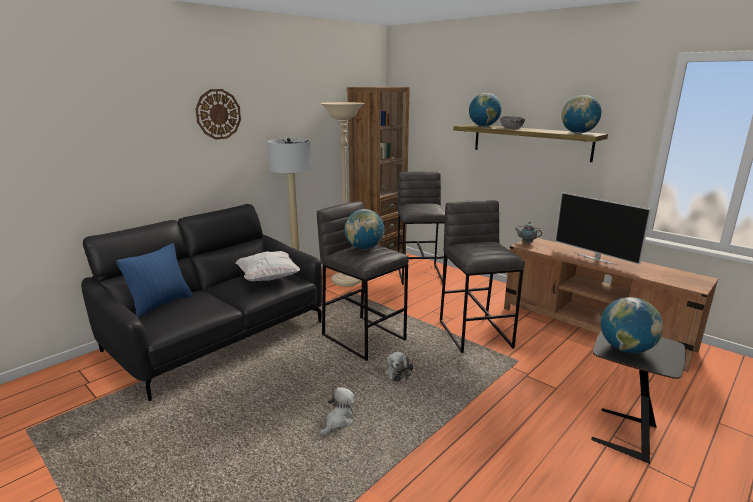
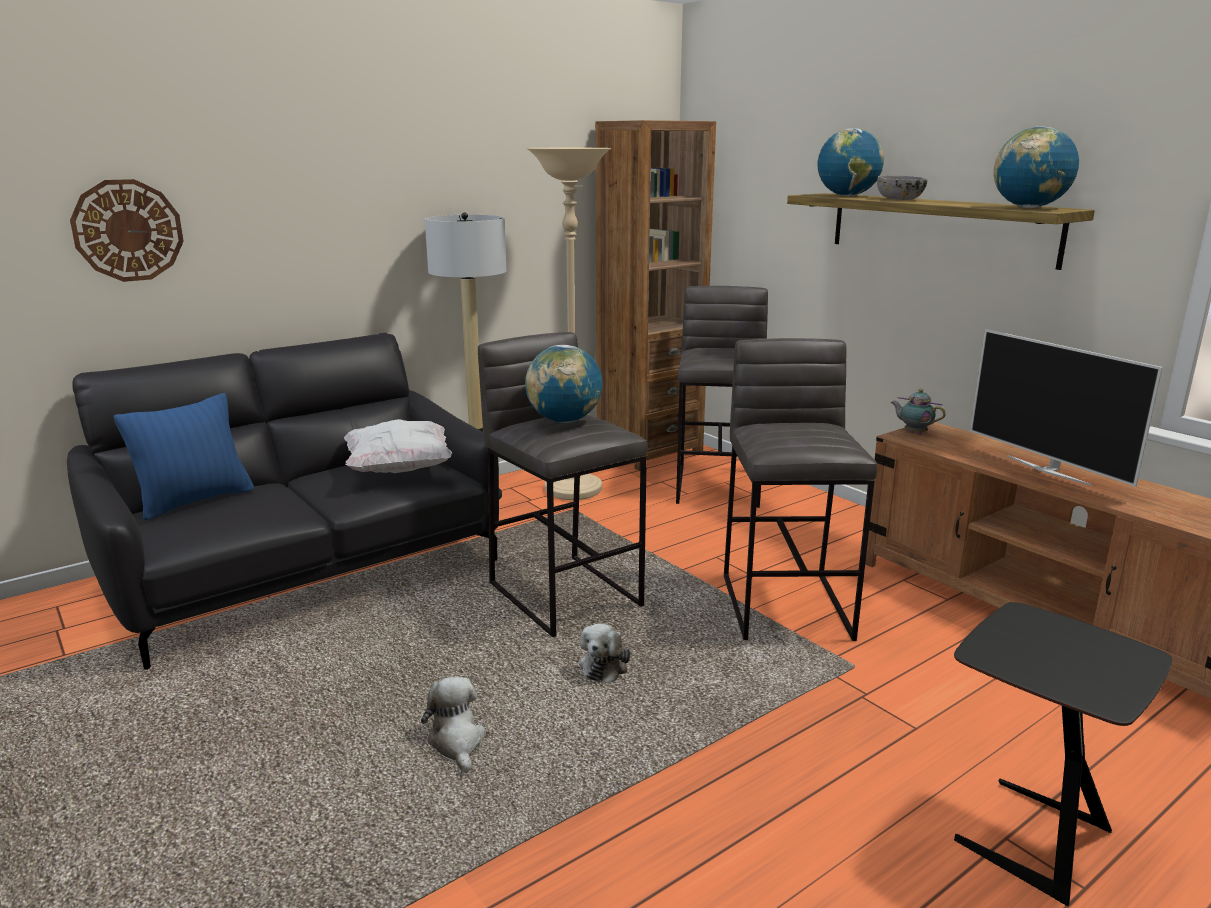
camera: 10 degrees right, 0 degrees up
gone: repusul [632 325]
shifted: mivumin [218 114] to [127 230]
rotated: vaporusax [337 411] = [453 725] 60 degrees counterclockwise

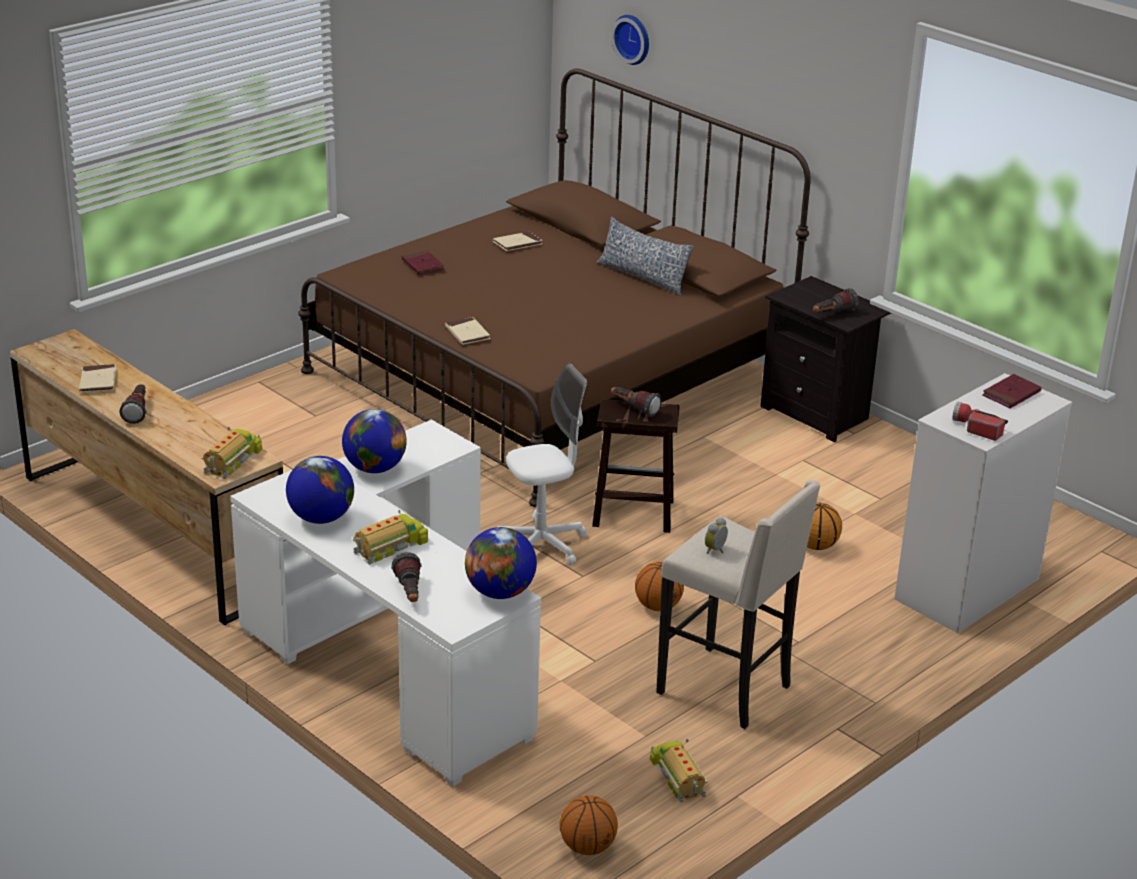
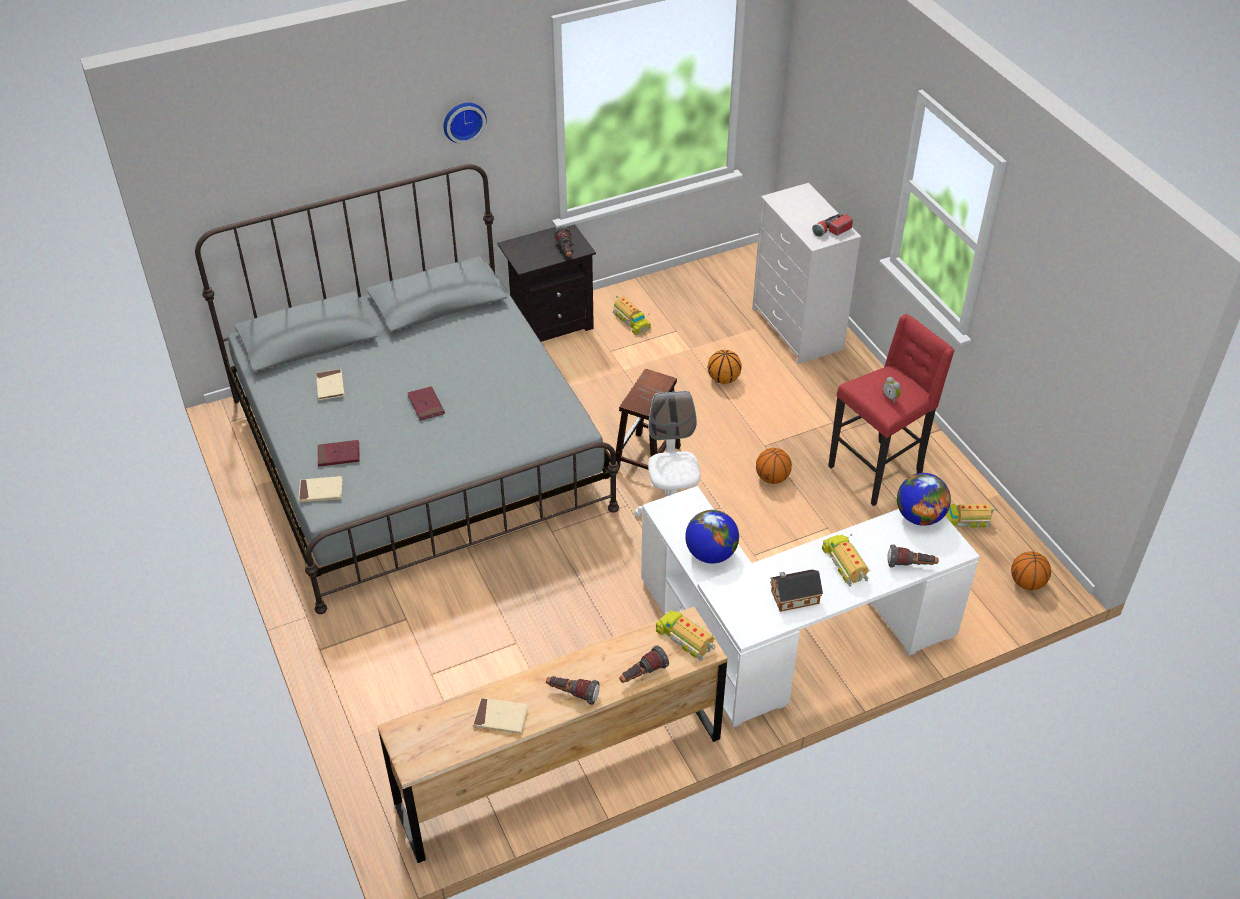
camera: 70 degrees left, 15 degrees up
gone: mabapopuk [645 256]
new: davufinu [632 315]
shifted: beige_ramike [467 331] to [320 489]; red_ramike [1012 391] to [426 403]; mivumin [630 40] to [465 123]; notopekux [636 402] to [644 664]
swapped: repusul [320 490] to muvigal [796 590]
repainted: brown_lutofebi [554 288] to grey_lutofebi [407 389]; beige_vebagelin [738 604] to red_vebagelin [891 410]

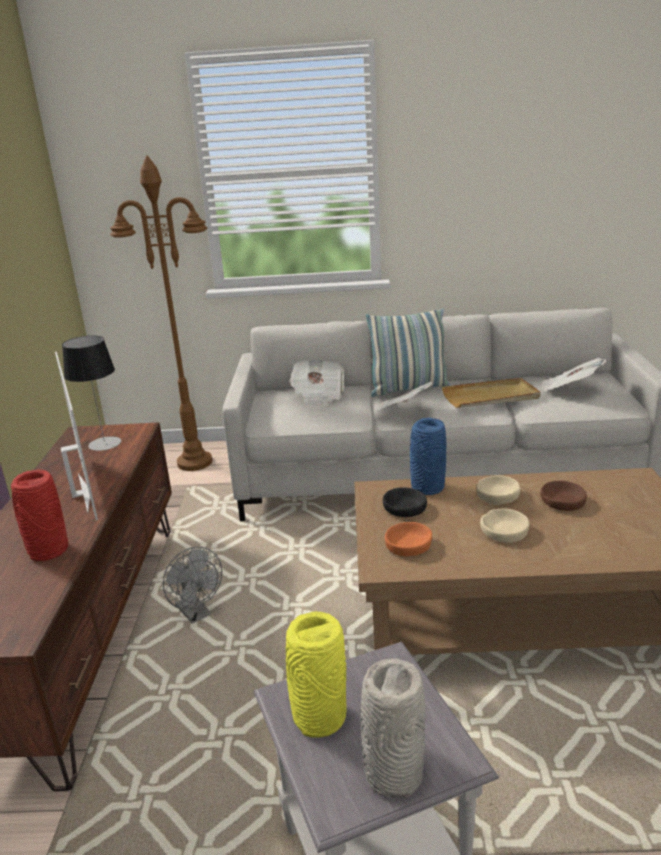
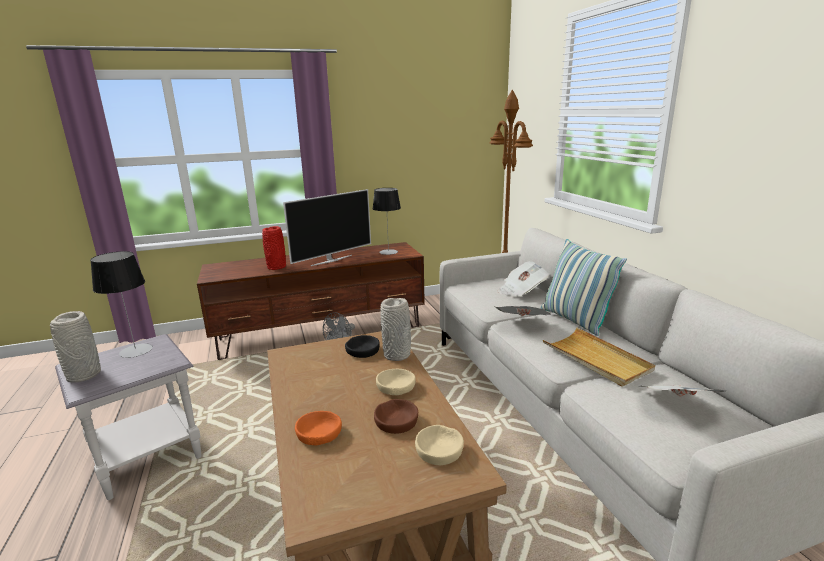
camera: 70 degrees right, 5 degrees down
shifted: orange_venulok [408 539] to [318 428]; beige_venulok [505 526] to [439 445]
swapped: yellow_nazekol [316 674] to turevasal [121 304]
repainted: blue_nazekol [428 456] to grey_nazekol [395 329]

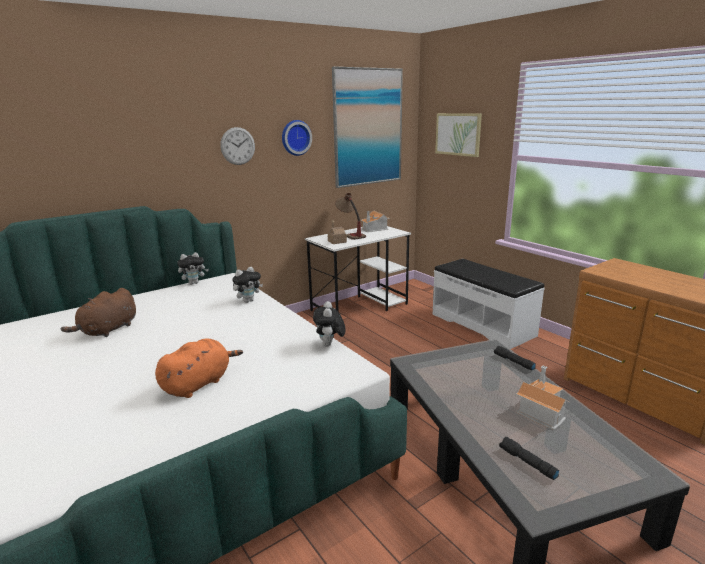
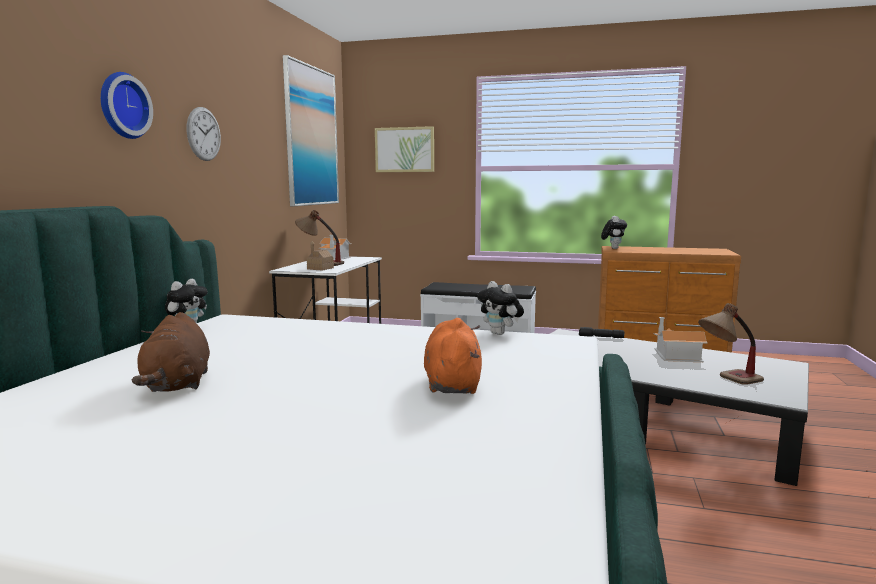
camera: 40 degrees left, 10 degrees down
shifted: mivumin [297 138] to [127 105]; vaporusax [247 285] to [614 232]
swapped: black_notopekux [529 458] to turevasal [731 344]

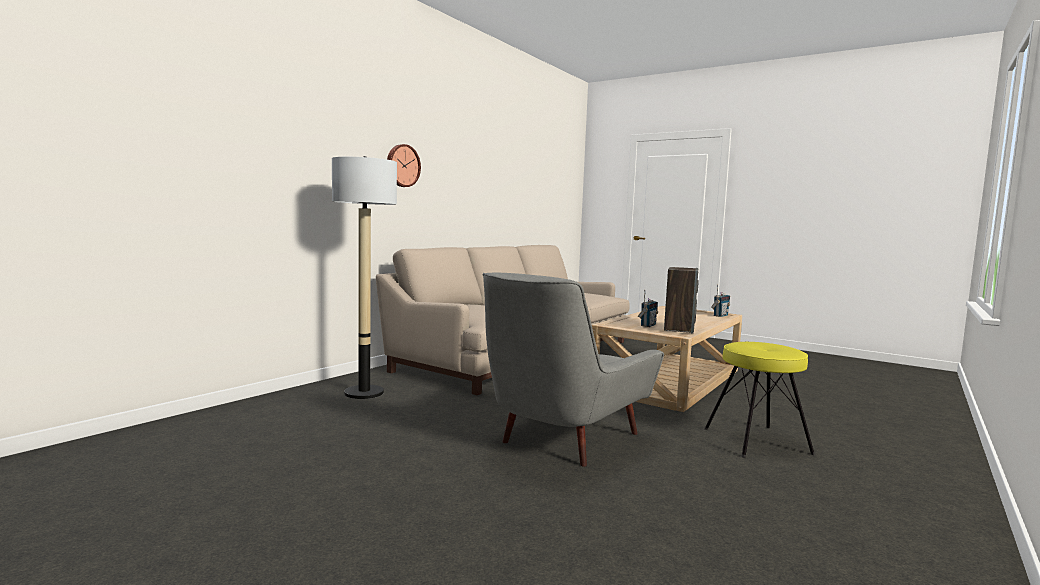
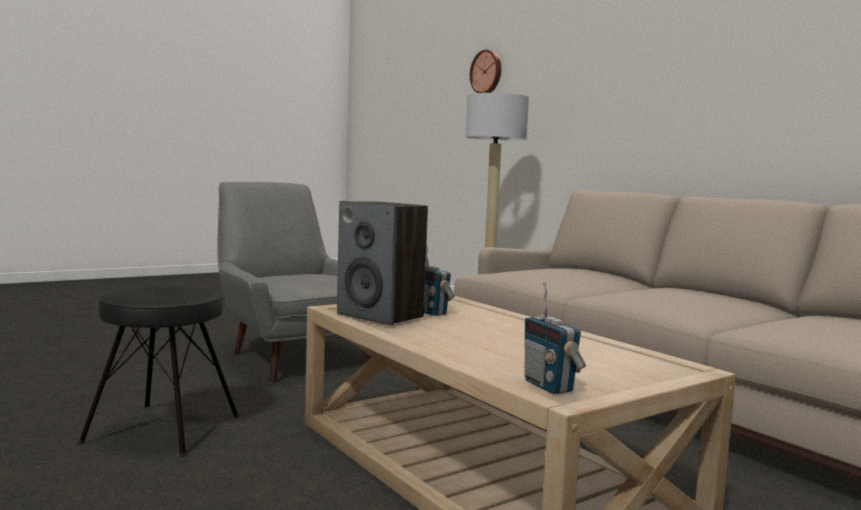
camera: 110 degrees right, 0 degrees up
shifted: mivumin [404 165] to [485 71]
repainted: yellow_vebagelin [759 400] to black_vebagelin [158 371]

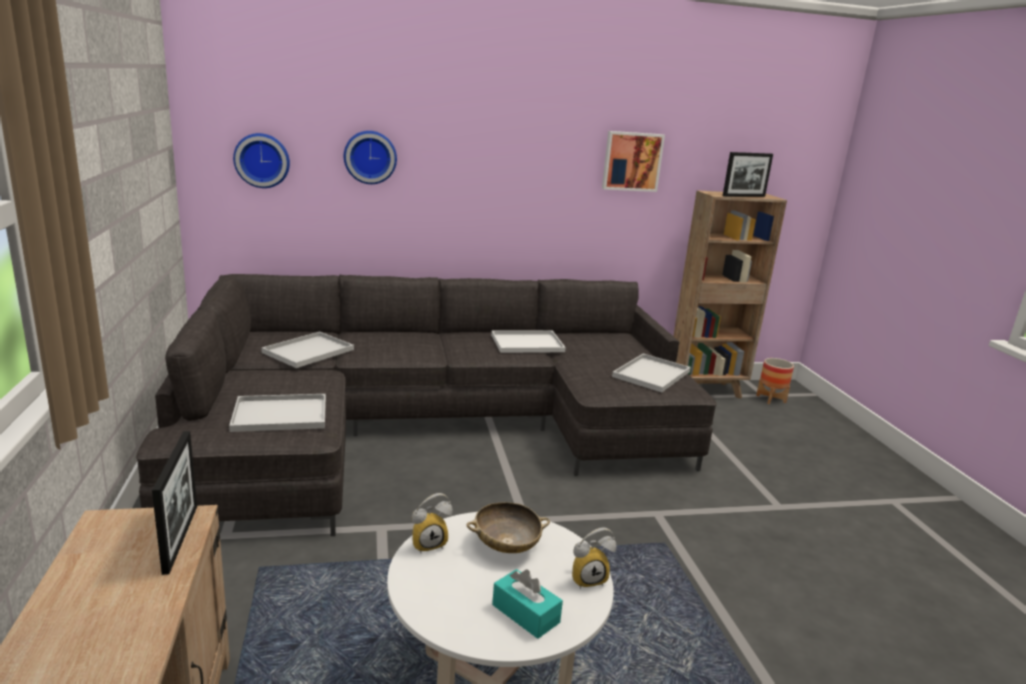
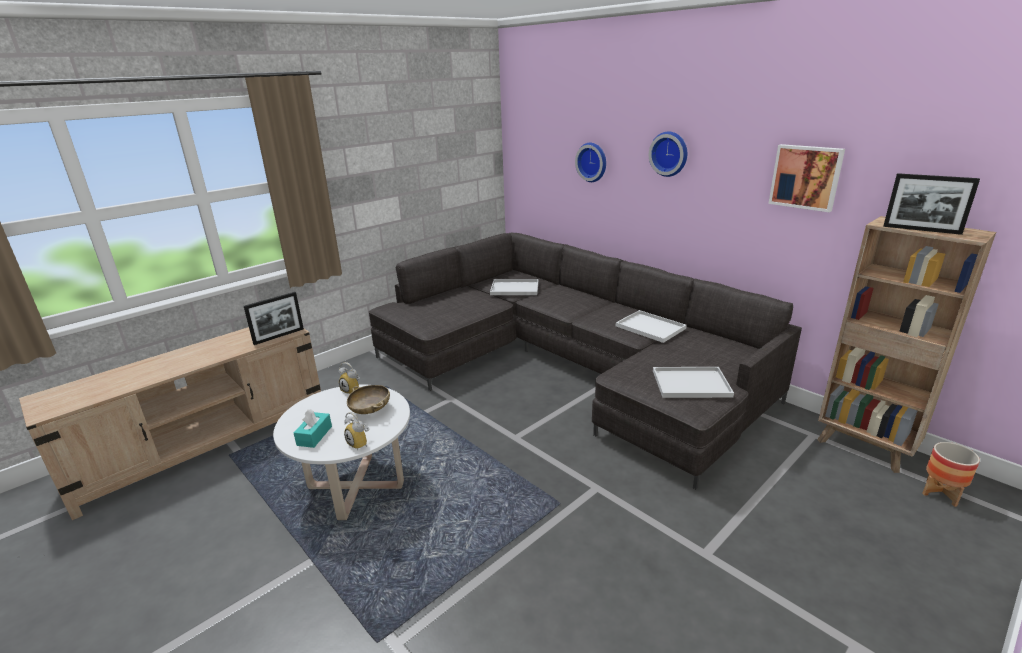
camera: 60 degrees right, 5 degrees up
gone: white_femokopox [277 413]
shifted: mivumin [261 160] to [668 154]

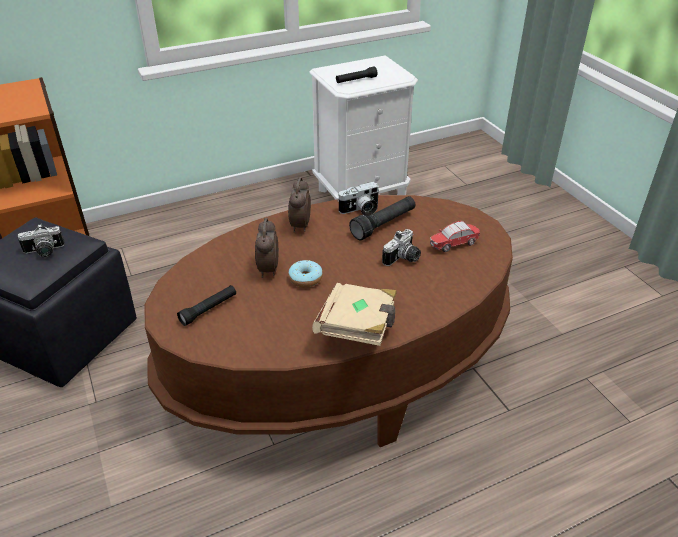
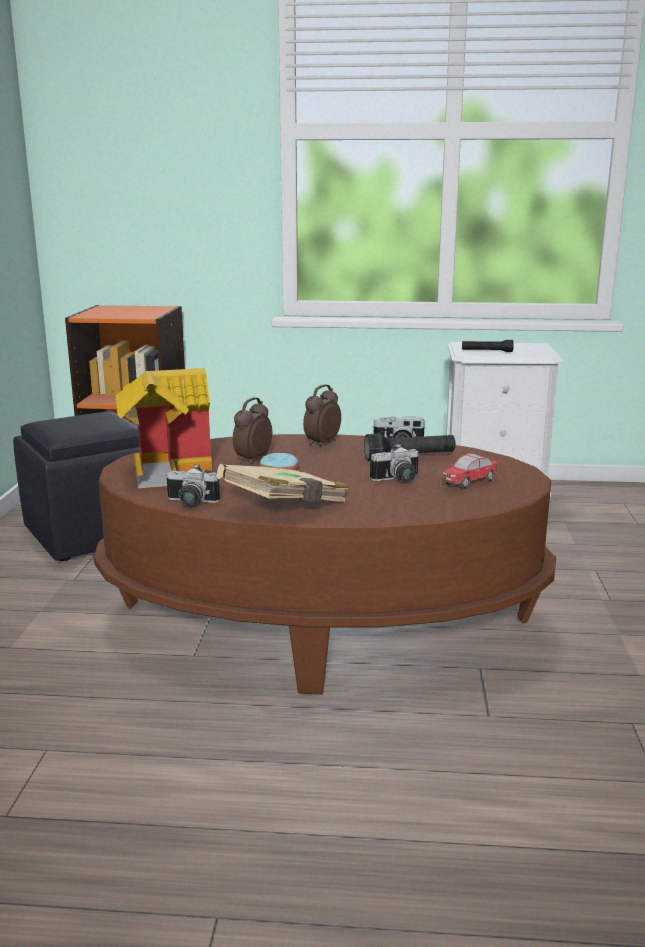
camera: 30 degrees right, 20 degrees down
shifted: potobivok [41 241] to [193 485]
swapped: black_notopekux [206 305] to muvigal [163 428]
rotated: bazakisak [455 236] = [470 470] 45 degrees counterclockwise

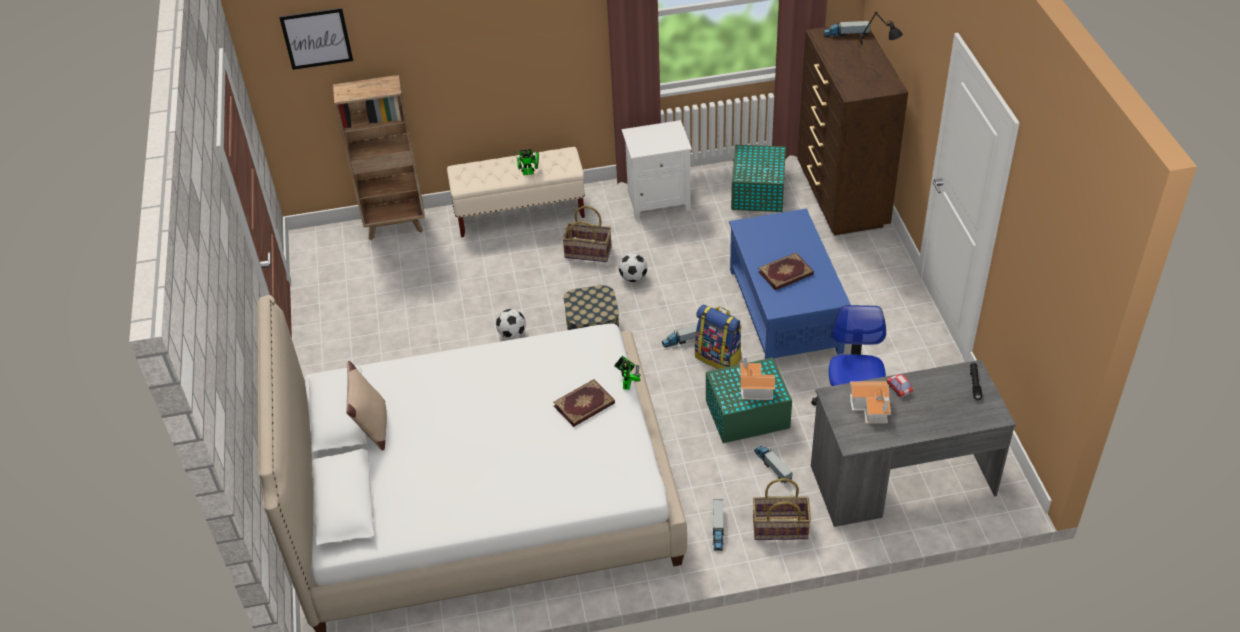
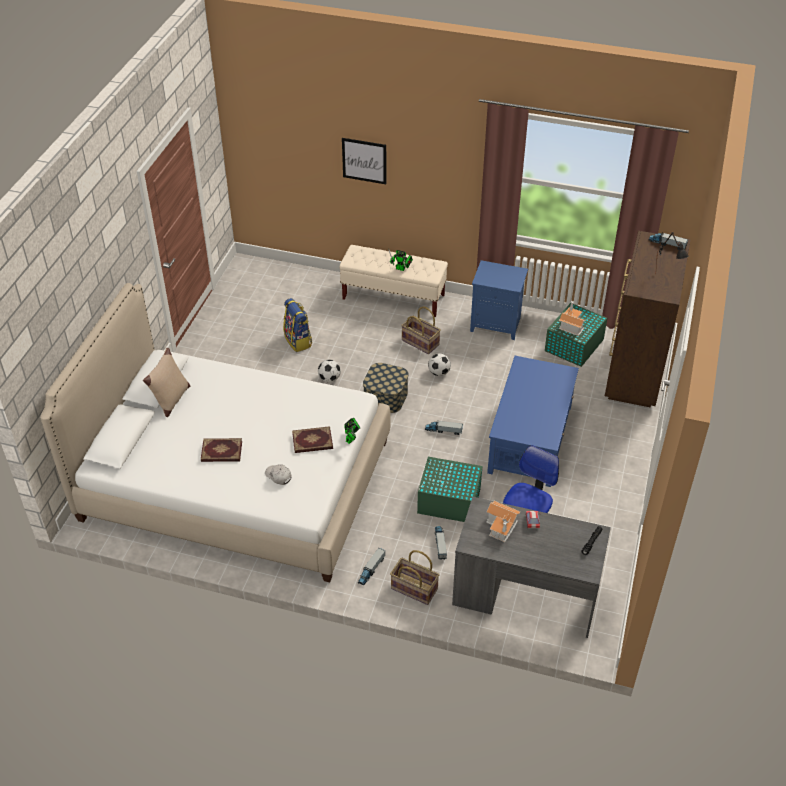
camera: 25 degrees right, 0 degrees up
gone: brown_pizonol [379 157]
new: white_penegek [278 474]
shifted: ramike [786 271] to [221 450]; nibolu [718 336] to [297 325]; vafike [316 39] to [364 161]; muvigal [757 377] to [572 318]
repainted: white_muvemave [657 169] to blue_muvemave [499 300]

